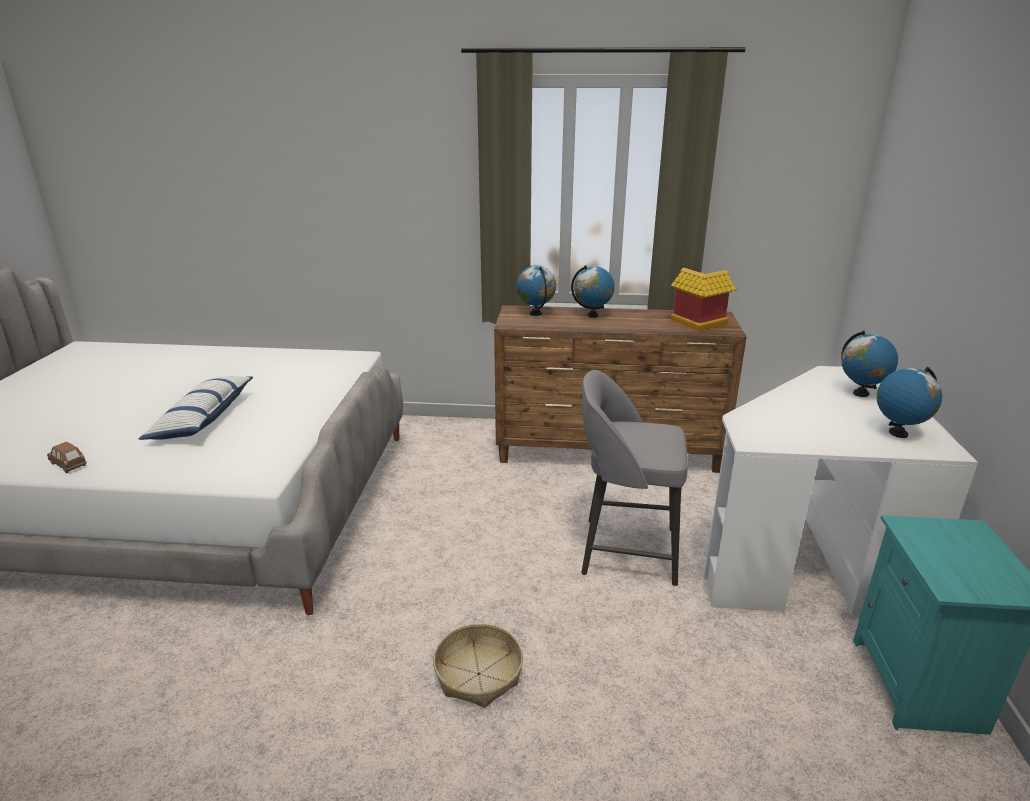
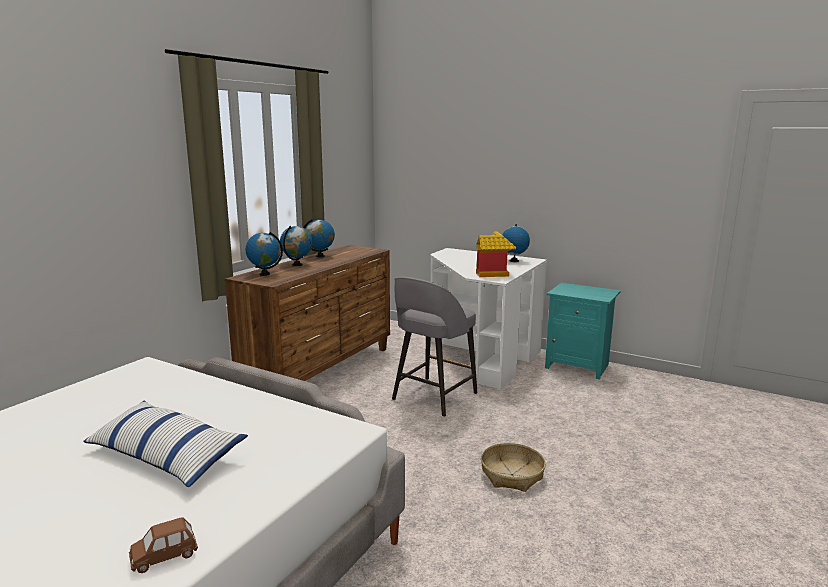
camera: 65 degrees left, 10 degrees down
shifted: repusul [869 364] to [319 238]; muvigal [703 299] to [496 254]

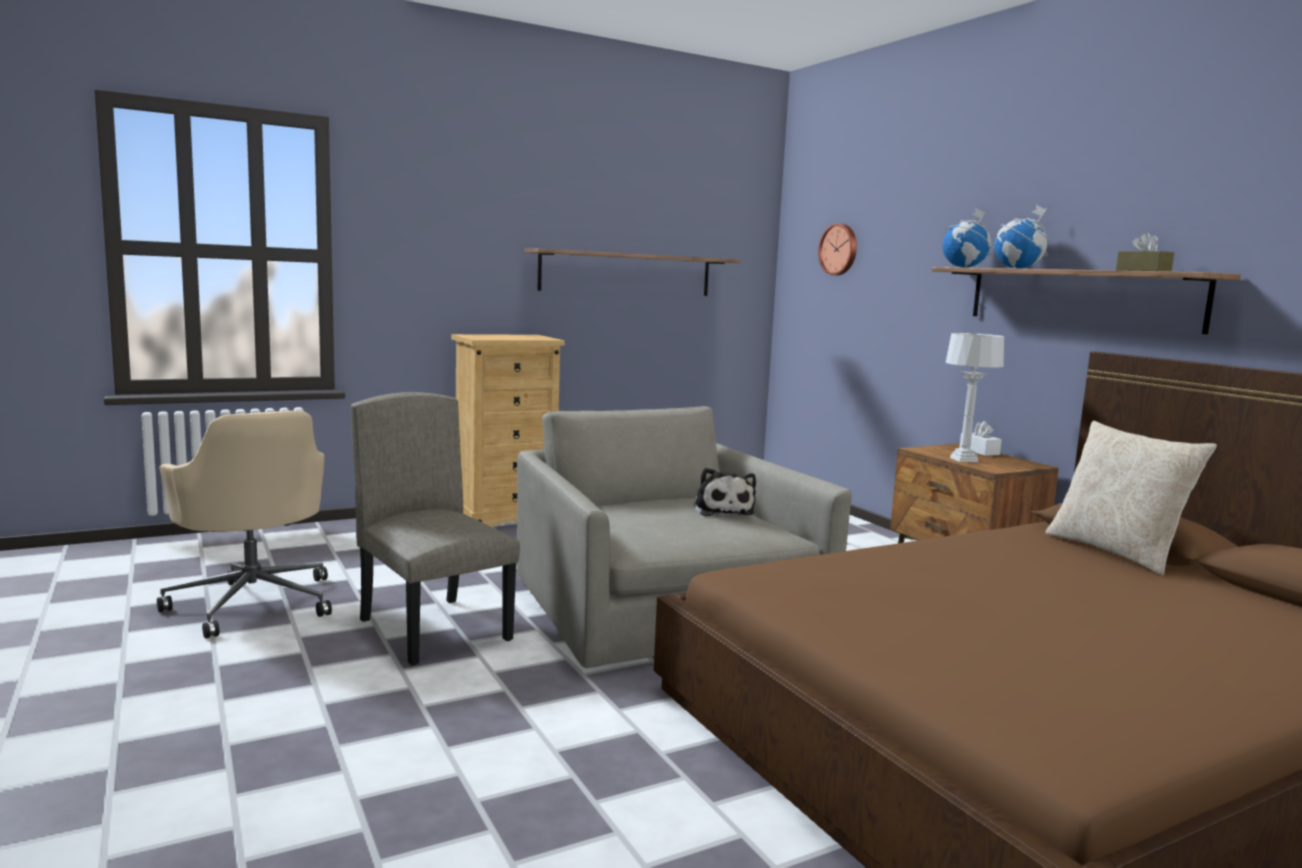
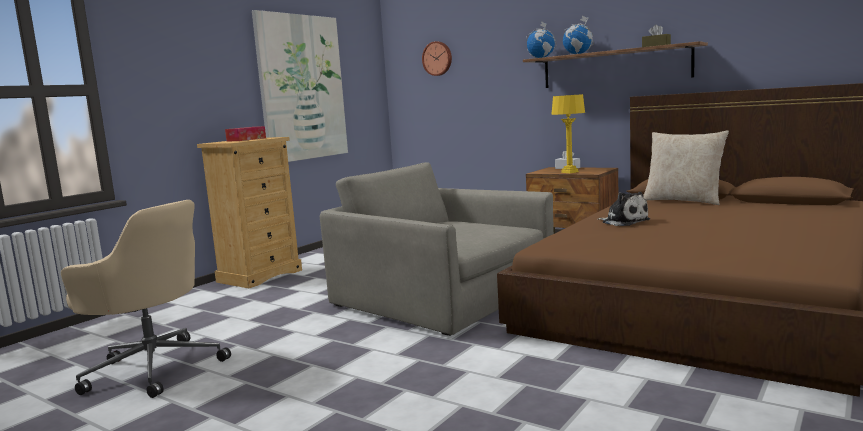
camera: 25 degrees left, 0 degrees up
gone: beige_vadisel [435 528]
new: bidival [245 134]
shifted: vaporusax [725 492] to [623 209]
swapped: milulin [632 272] to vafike [300 86]
repainted: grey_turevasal [975 397] to yellow_turevasal [568 133]

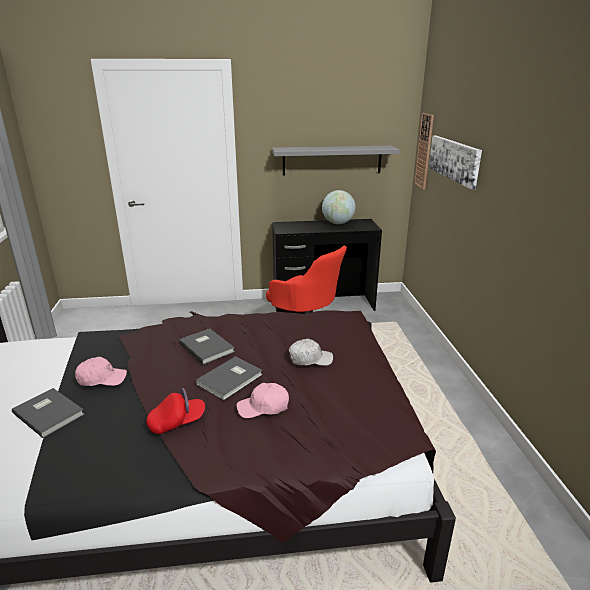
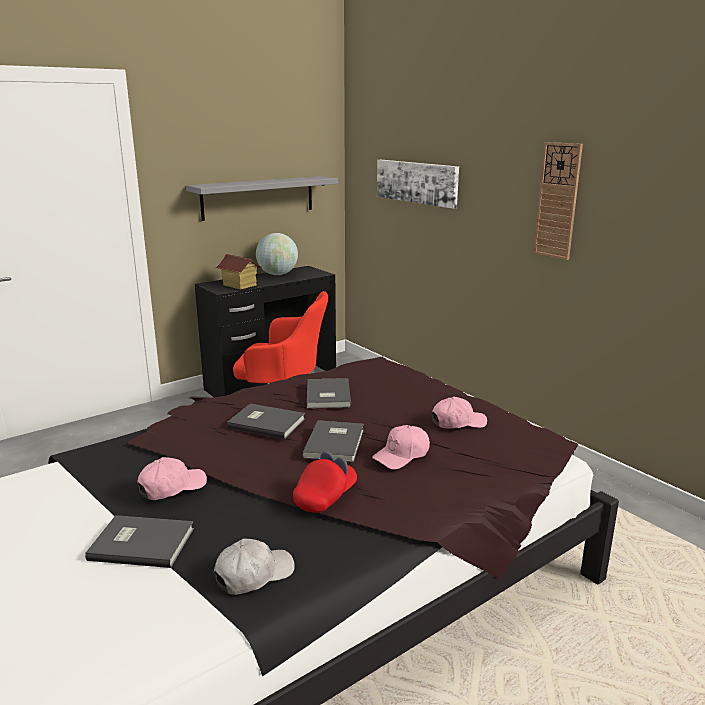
camera: 30 degrees left, 5 degrees down
new: muvigal [238 272]; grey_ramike [329 393]; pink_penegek [459 412]
shifted: white_penegek [311 352] to [254 566]; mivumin [424 151] to [558 201]

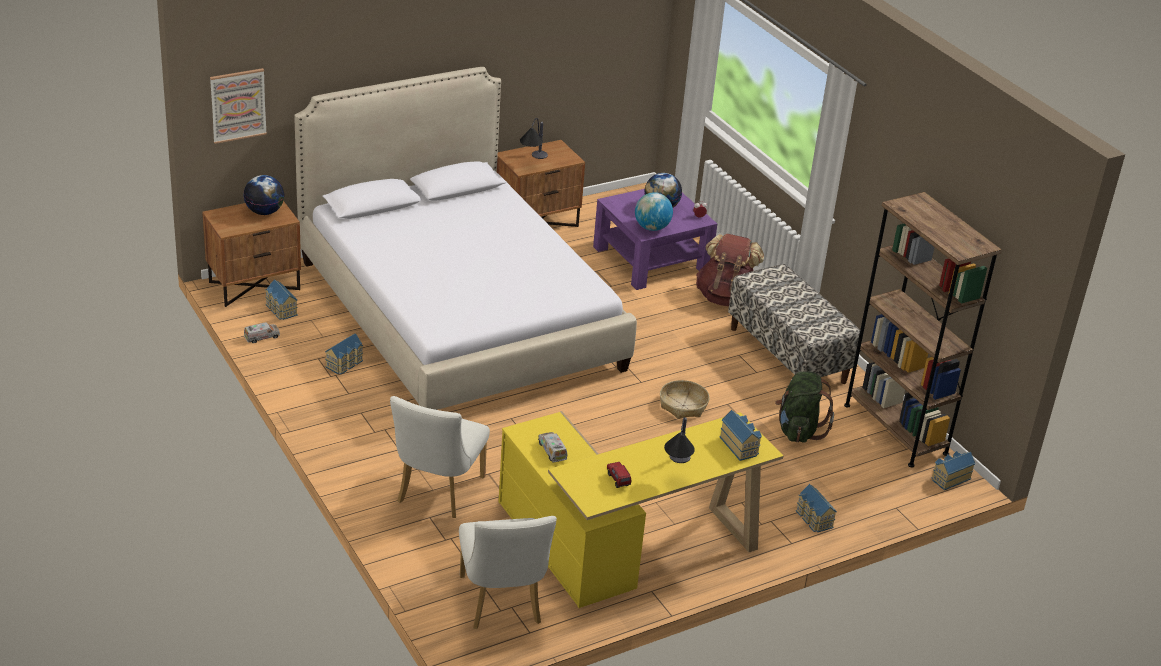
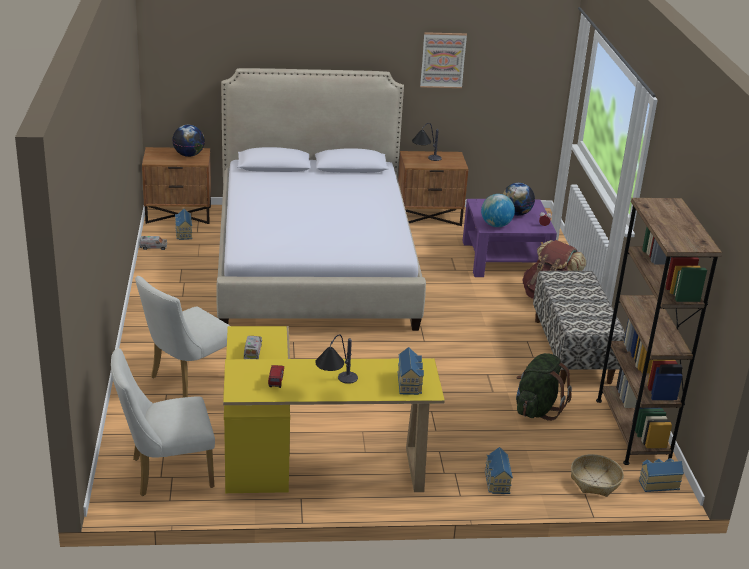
camera: 25 degrees right, 5 degrees down
gone: muvigal [344 354]
shifted: vafike [238 106] to [443 60]; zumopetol [685 399] to [597 475]
rotated: white_vadisel [508 572] = [163 422] 60 degrees clockwise

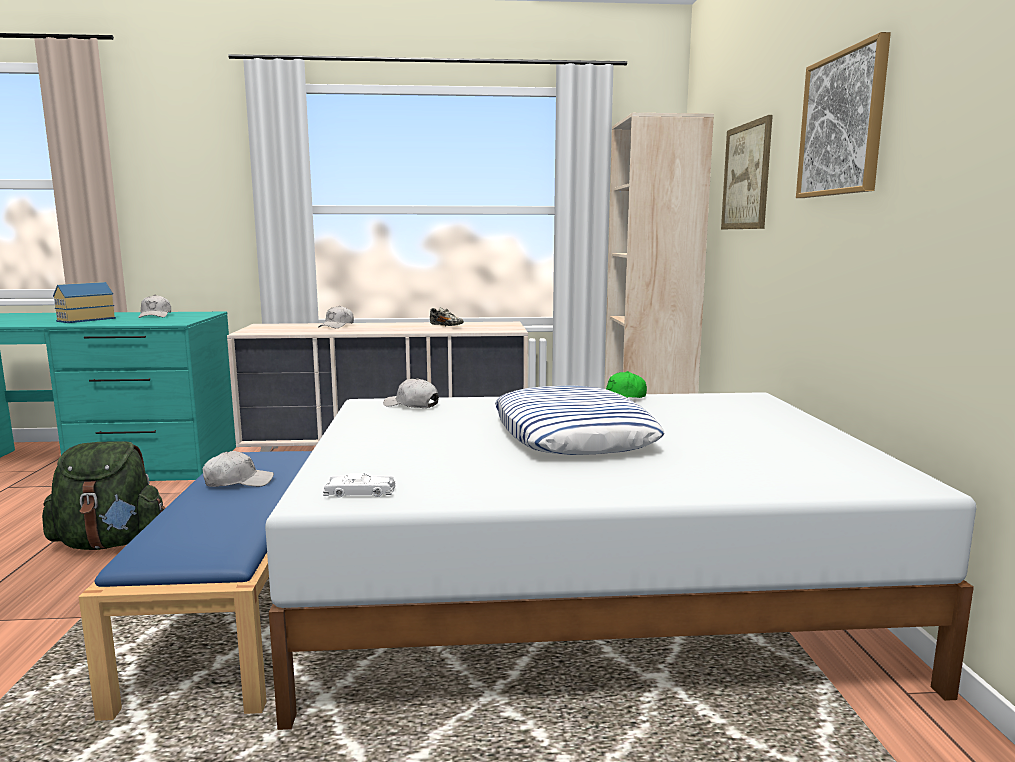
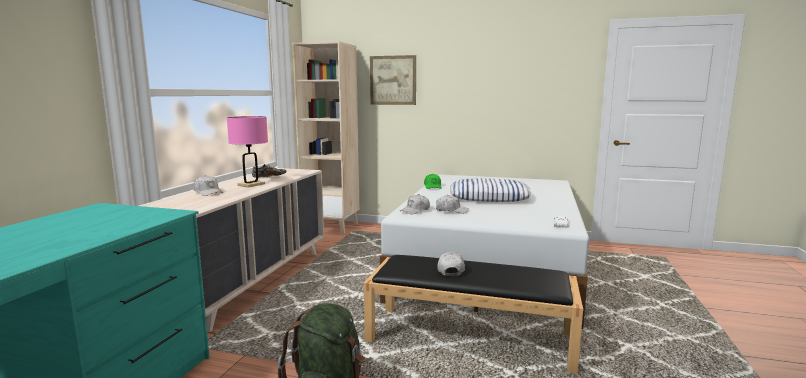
camera: 70 degrees left, 0 degrees up
gone: muvigal [84 302]; vafike [843 115]
new: pink_turevasal [247 152]
shifted: white_penegek [154 306] to [452 204]
repainted: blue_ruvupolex [195 586] to black_ruvupolex [473 314]

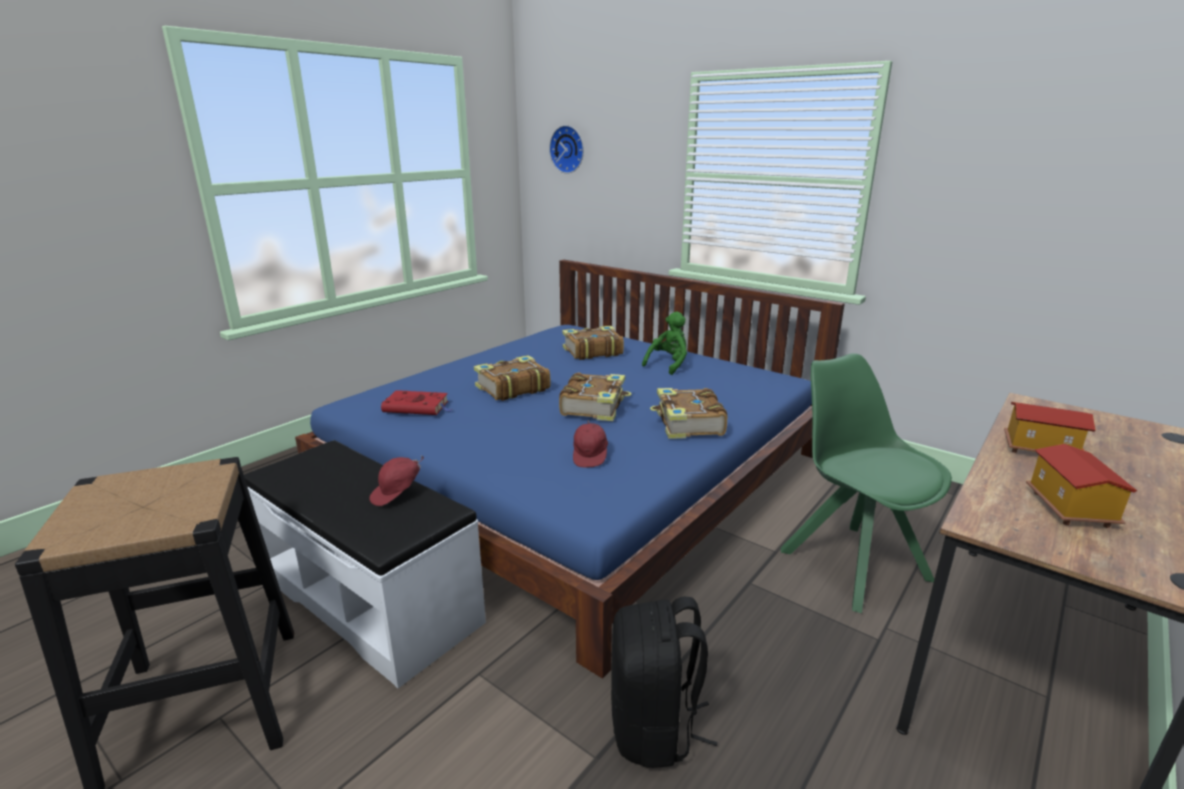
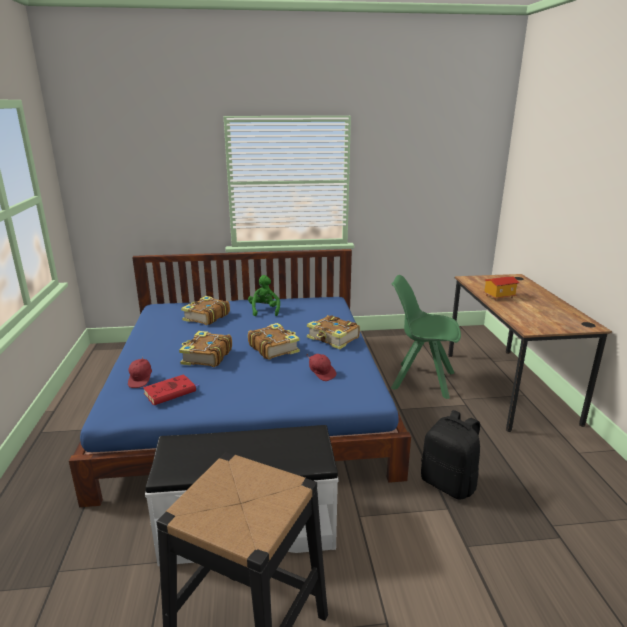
camera: 45 degrees left, 0 degrees up
gone: mivumin [566 149]; muvigal [1081 486]
shifted: red_penegek [396 480] to [140 372]

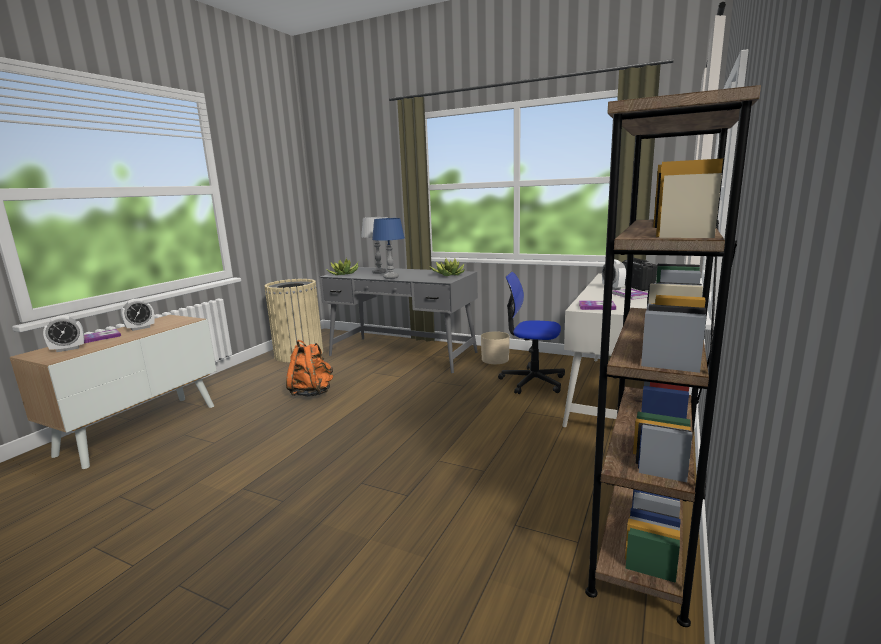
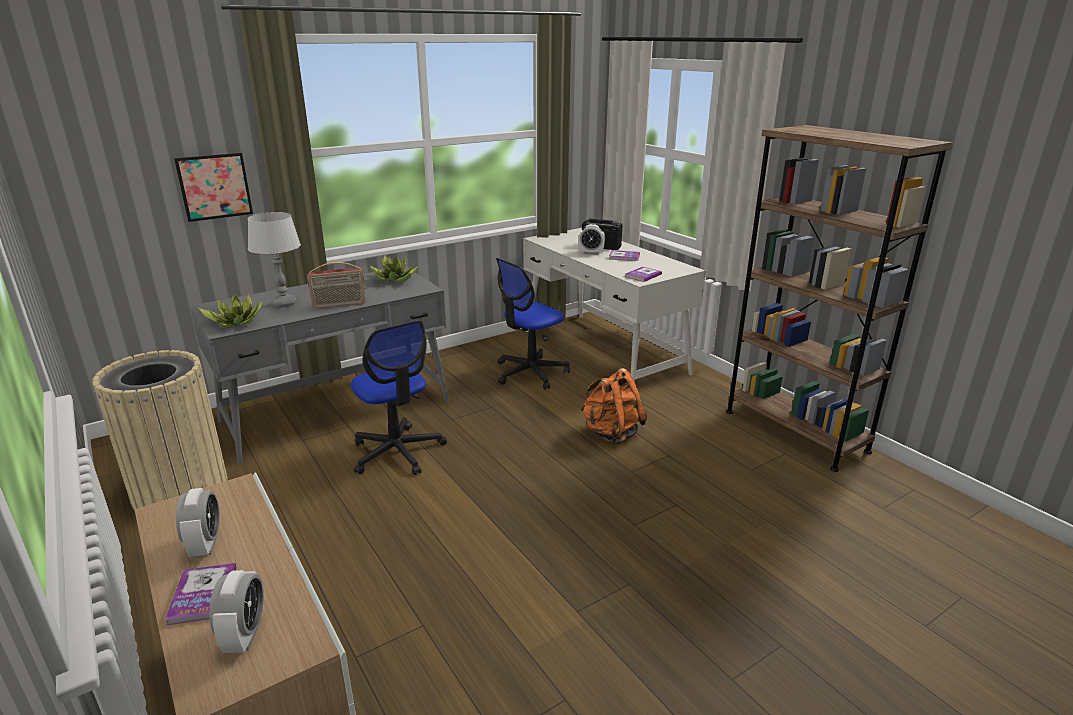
camera: 60 degrees left, 10 degrees up
gone: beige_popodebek [495 347]
new: vafike [213 187]; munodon [399 397]
shifted: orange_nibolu [309 368] to [613 406]
swapped: blue_turevasal [388 248] to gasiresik [336 285]

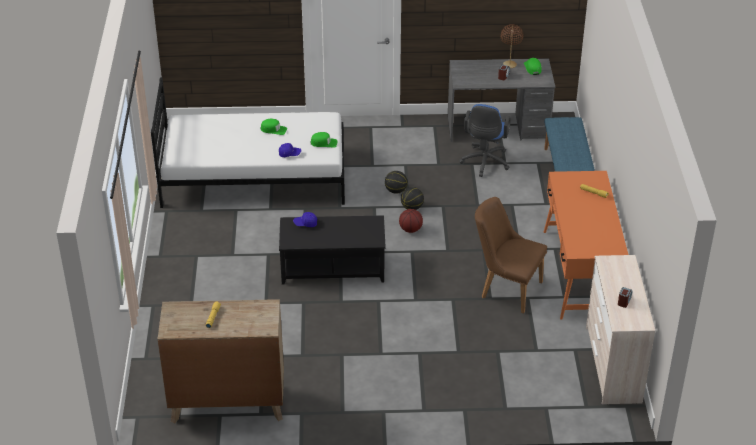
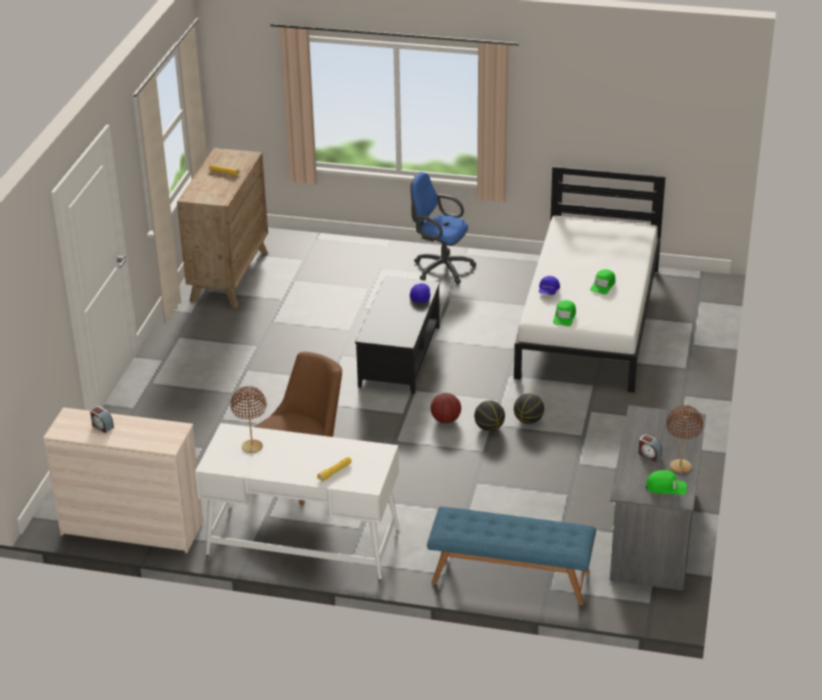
camera: 105 degrees right, 5 degrees down
new: brown_turevasal [248 419]
shifted: blue_munodon [485 140] to [443 228]
repainted: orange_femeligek [586 245] to white_femeligek [297 501]

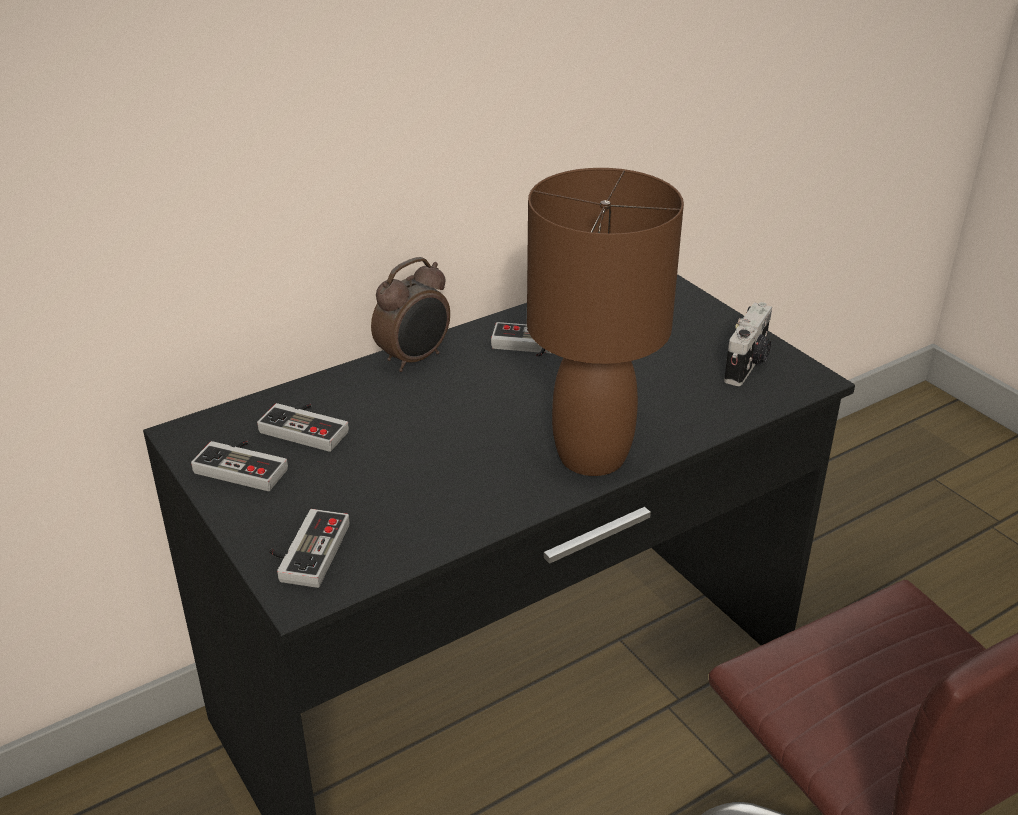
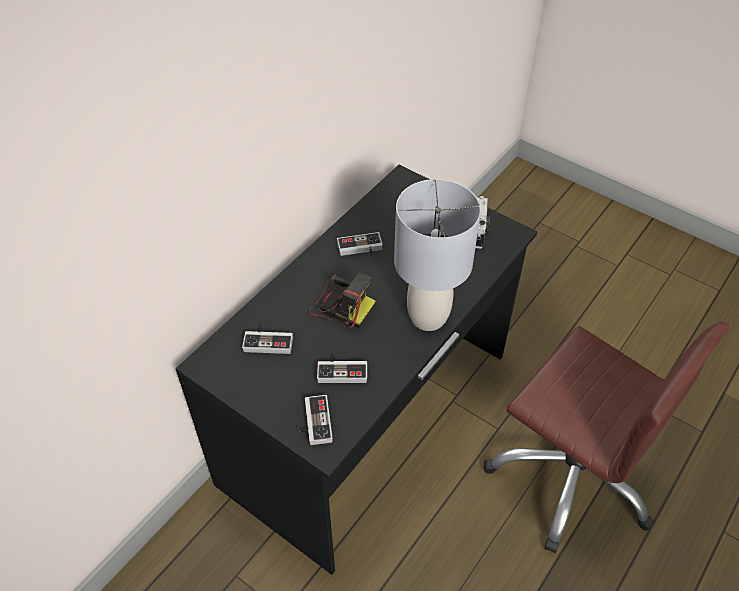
camera: 20 degrees left, 15 degrees up
gone: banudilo [410 314]
new: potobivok [342 301]
shifted: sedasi [239 465] to [342 368]
repainted: brown_turevasal [605 322] to grey_turevasal [437 255]

